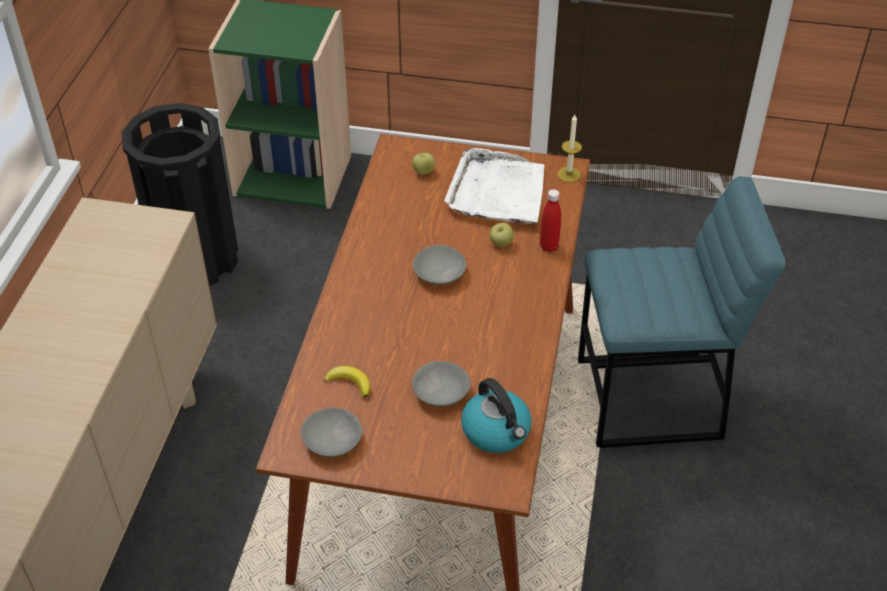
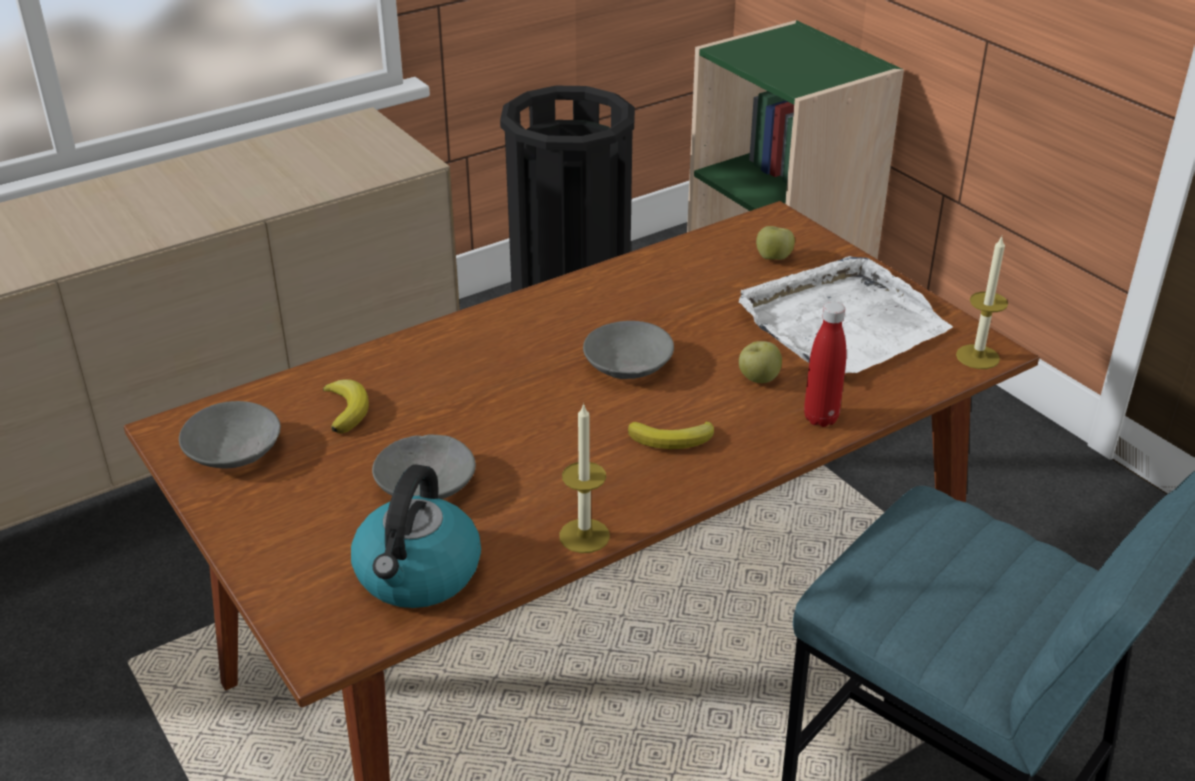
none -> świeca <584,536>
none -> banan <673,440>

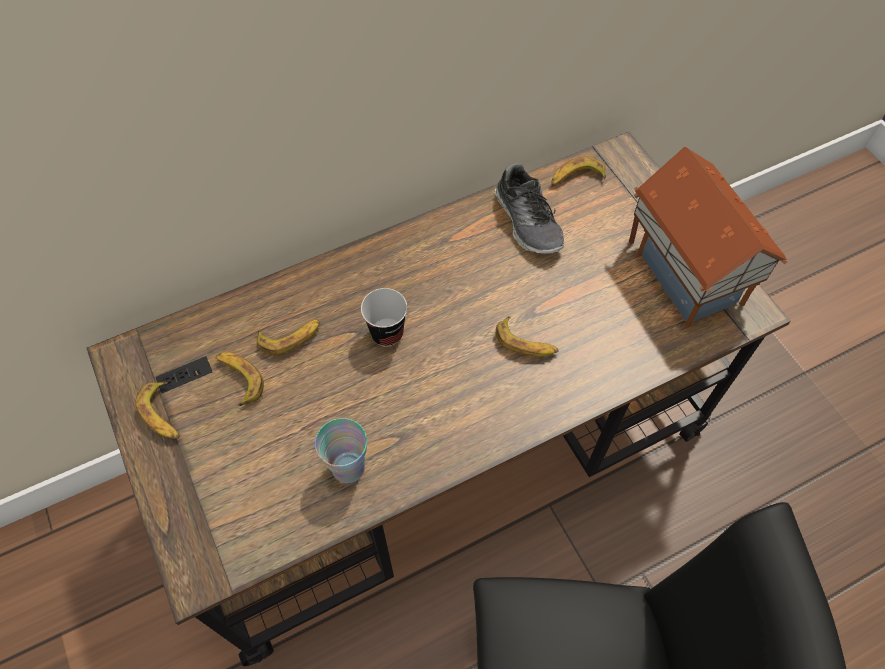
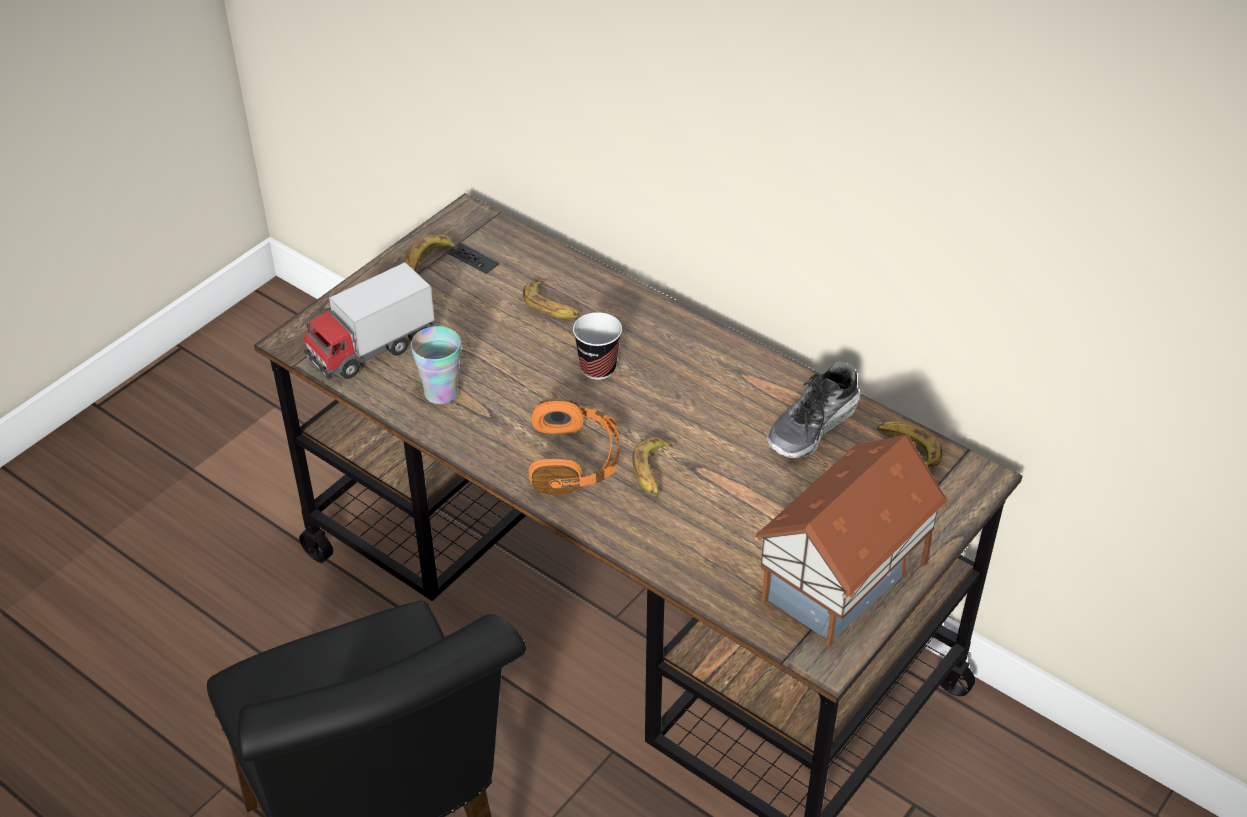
banan <239,379> -> none
none -> ciężarówka zabawkowa <371,349>
none -> słuchawki/pomarańczowy <575,461>

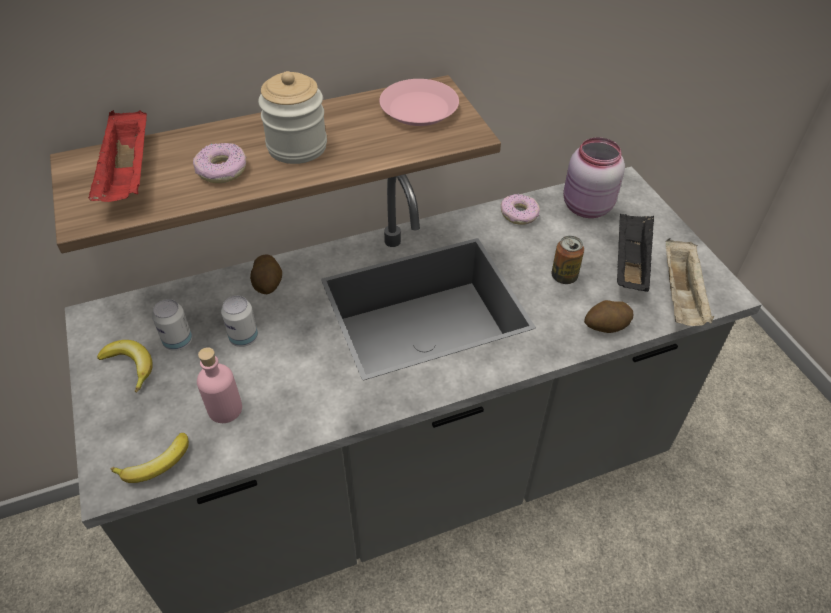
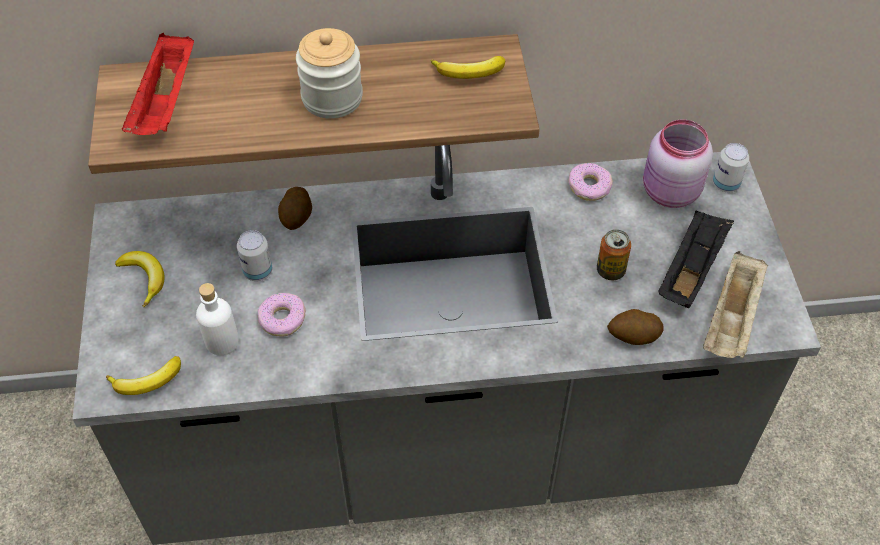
puszka <178,341> -> puszka <725,184>, move
donut <221,170> -> donut <282,319>, move
talerz/różowy <419,109> -> banan <469,73>
butelka/różowy <225,409> -> butelka/biały <222,341>

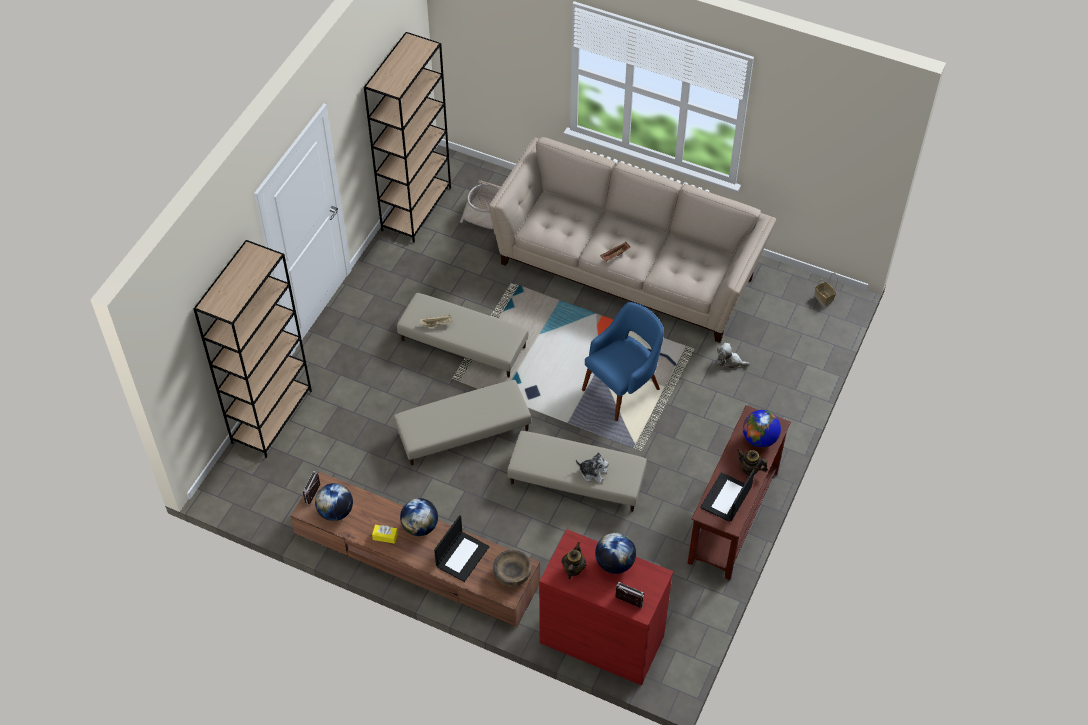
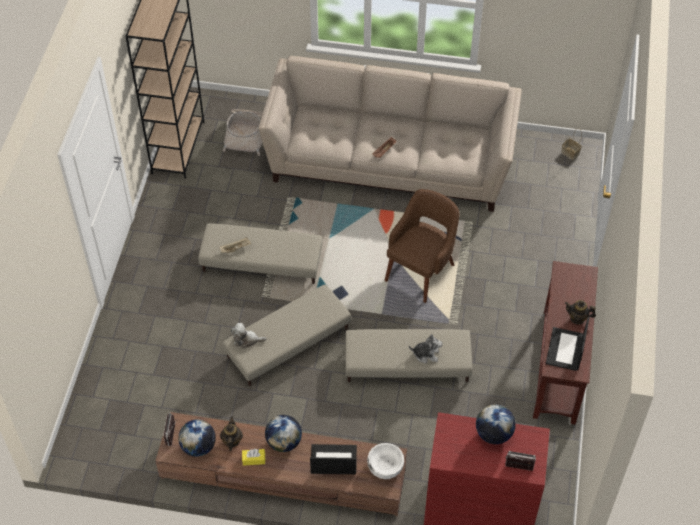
regał/beżowy <271,416> -> none
globus <759,439> -> none
imbryk <573,569> -> imbryk <231,441>, move
pluszak <730,361> -> pluszak <246,340>, move
miska/brązowy <512,574> -> miska/biały <385,466>
fotel/niebieski <622,388> -> fotel/brązowy <421,271>
laptop <462,556> -> laptop <333,460>, 105 degrees counterclockwise

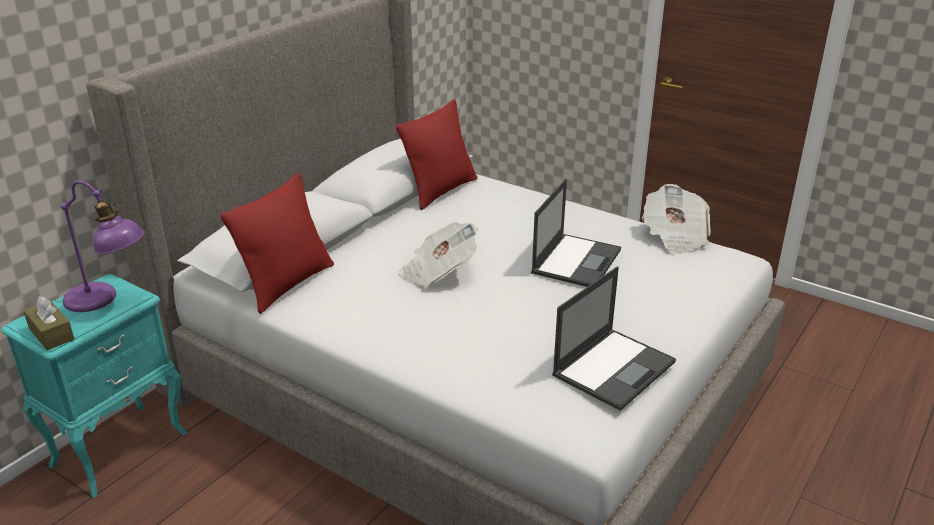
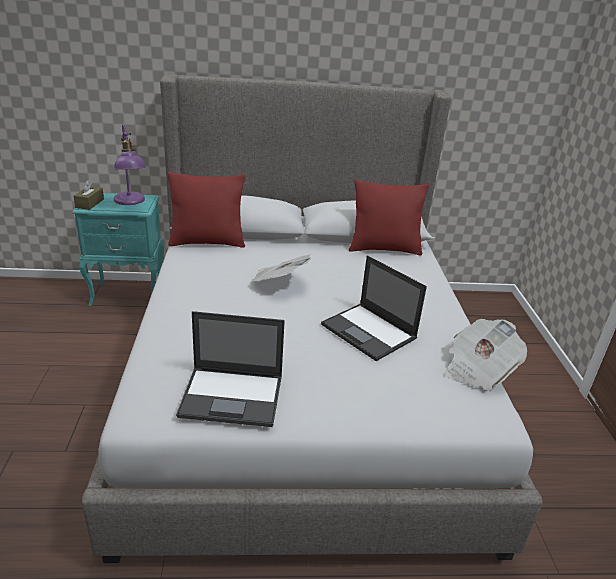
laptop <576,260> -> laptop <369,332>, 60 degrees clockwise

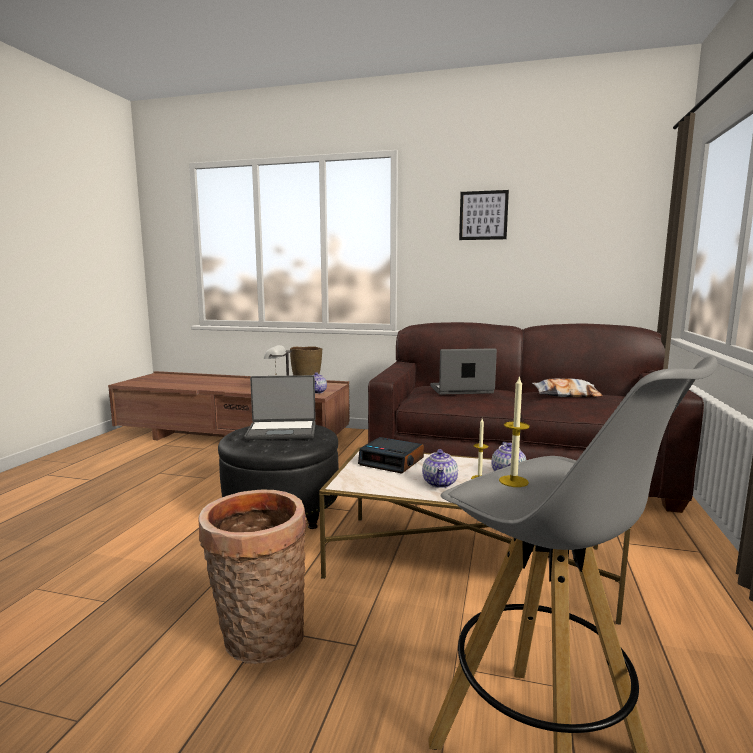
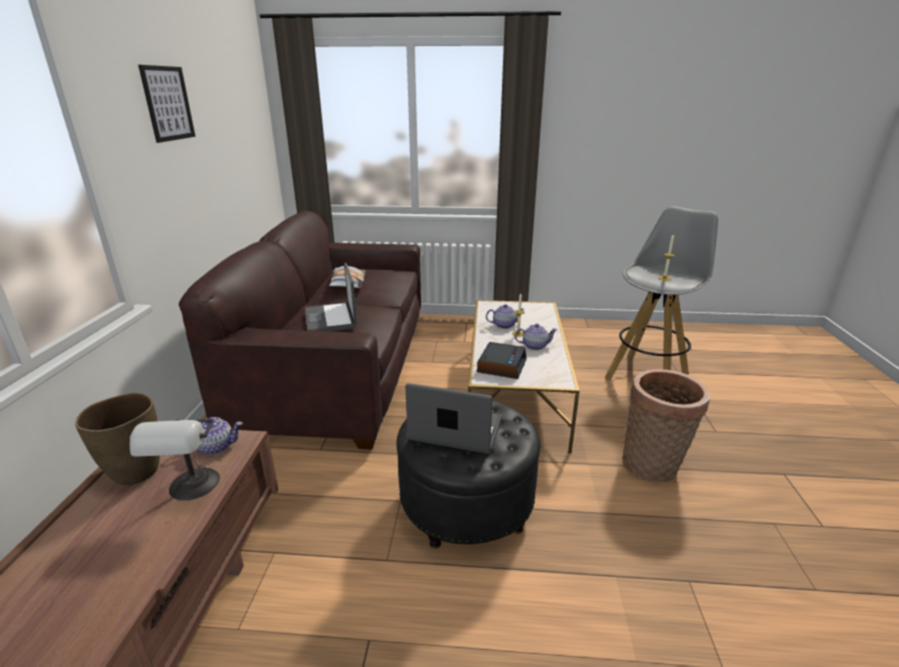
laptop <282,431> -> laptop <455,431>, 60 degrees counterclockwise

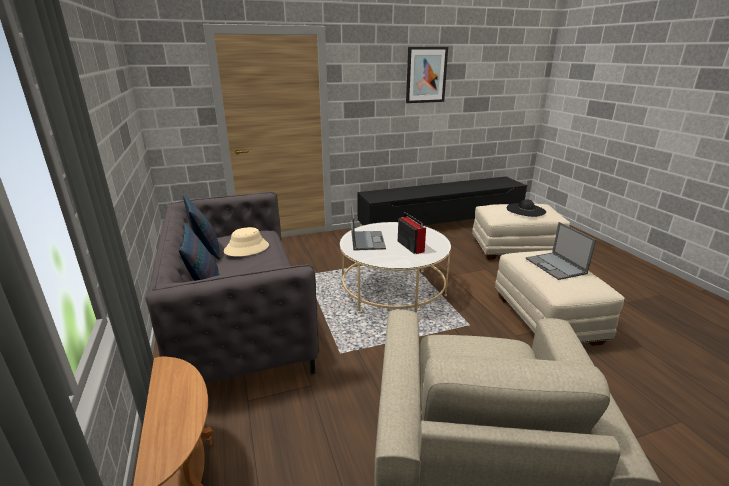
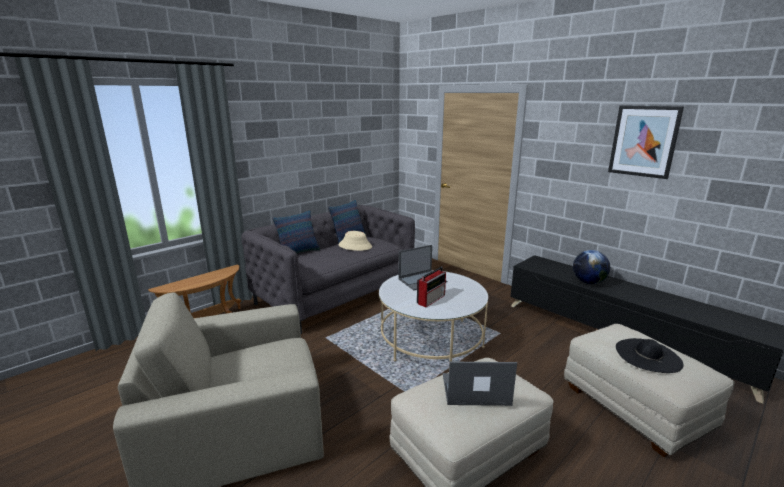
none -> globus <588,282>
laptop <556,266> -> laptop <474,390>, 45 degrees clockwise

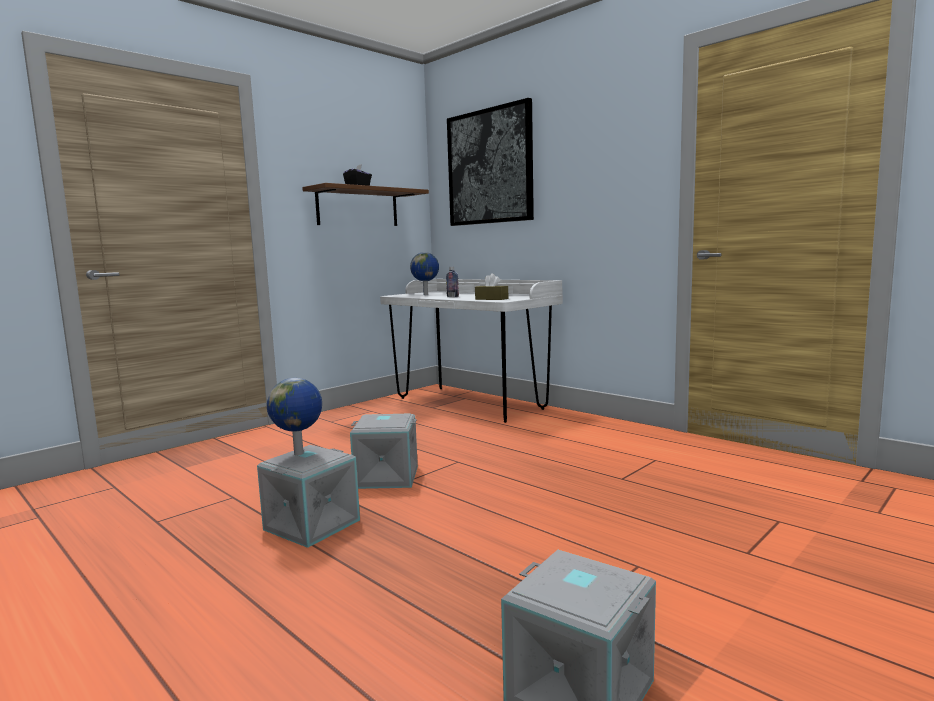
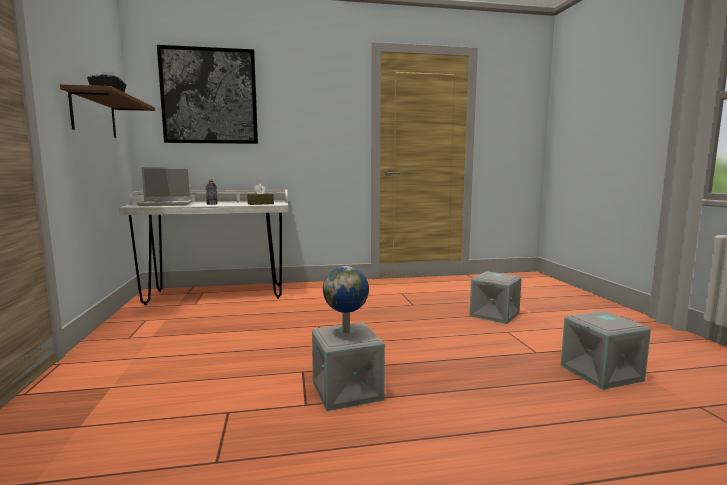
pojemnik do przechowywania/szary <386,477> -> pojemnik do przechowywania/szary <495,315>, move
globus <426,294> -> laptop <167,204>

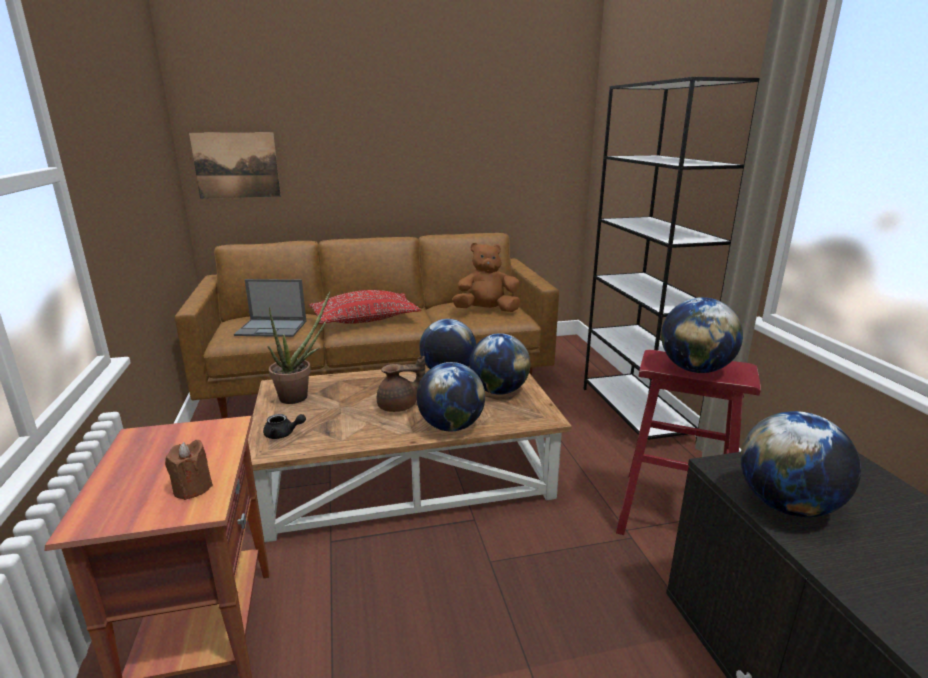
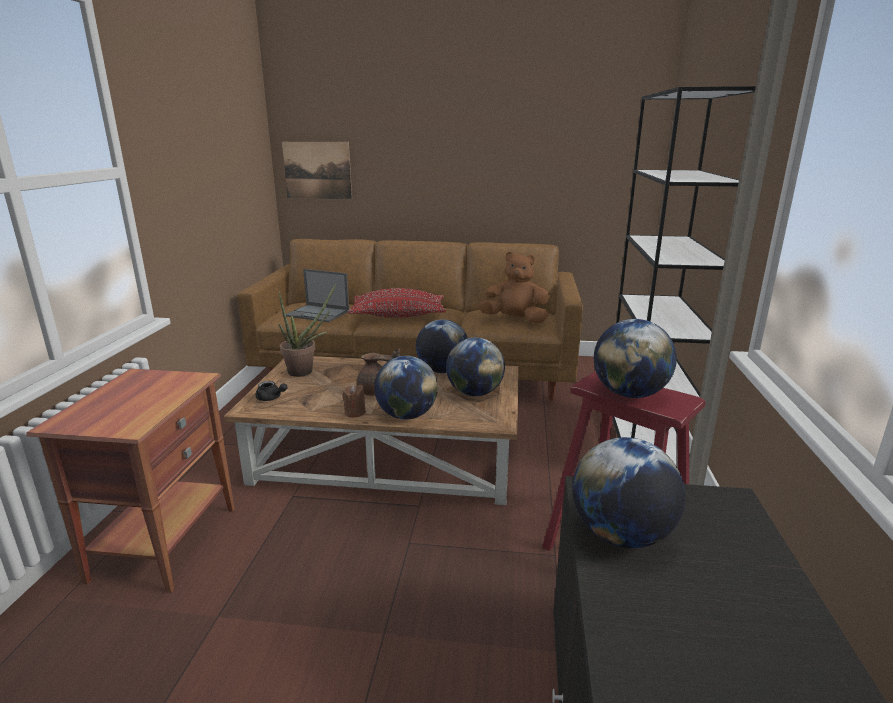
świeca/brązowy <192,488> -> świeca/brązowy <355,413>, move

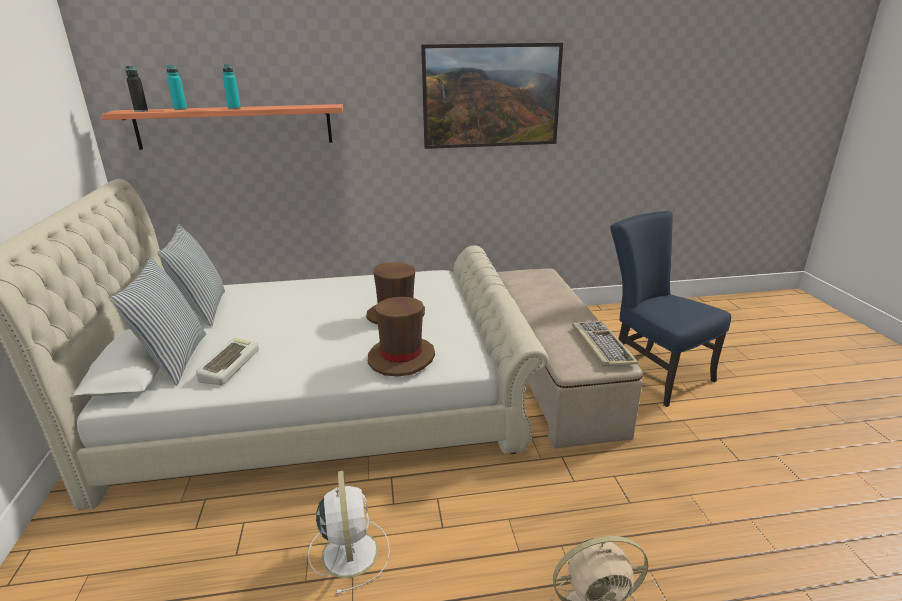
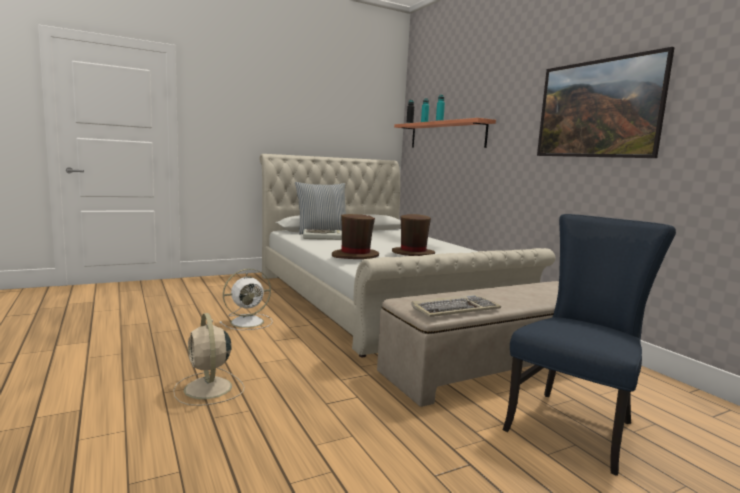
poduszka <202,310> -> none

